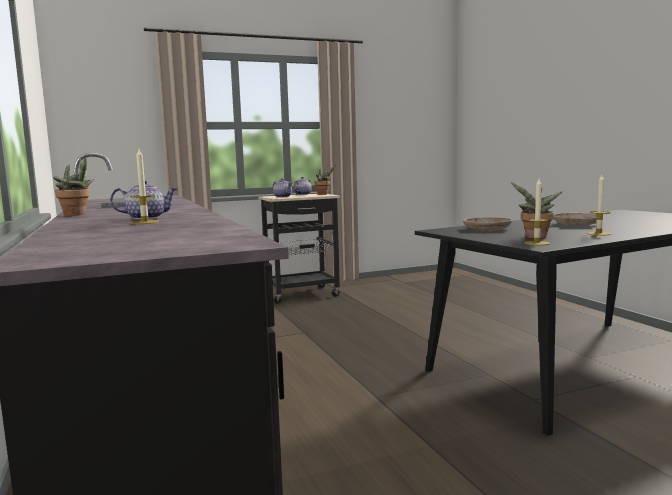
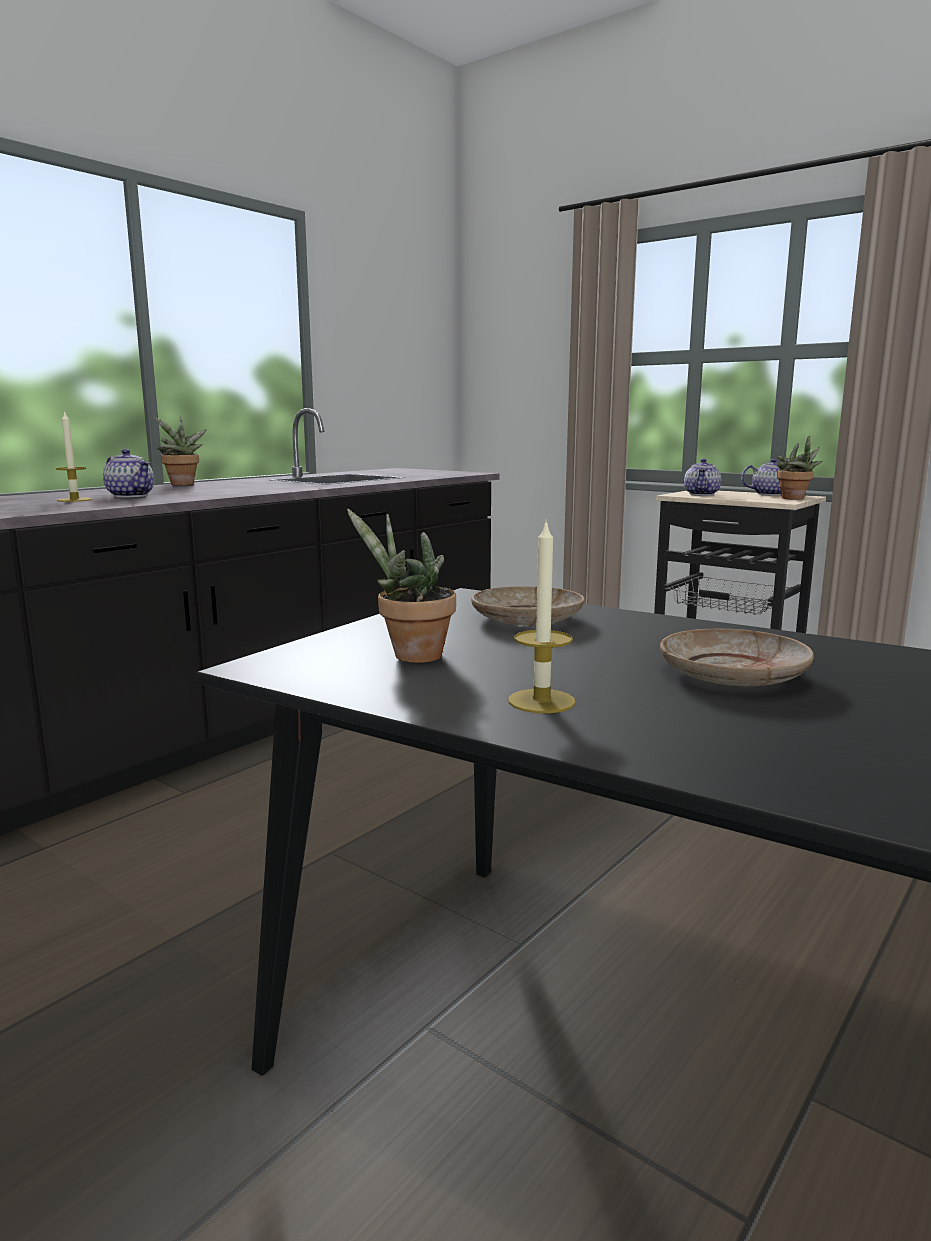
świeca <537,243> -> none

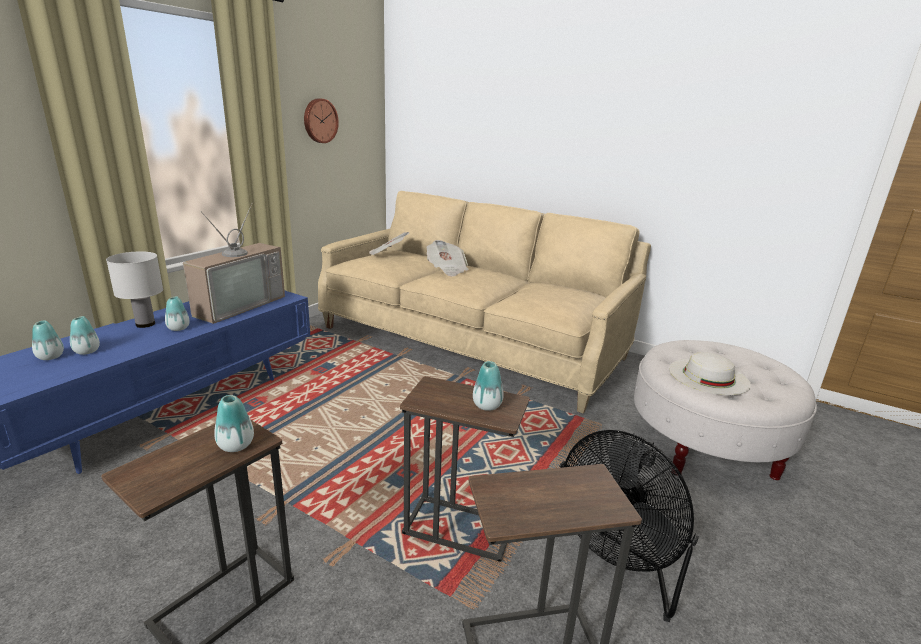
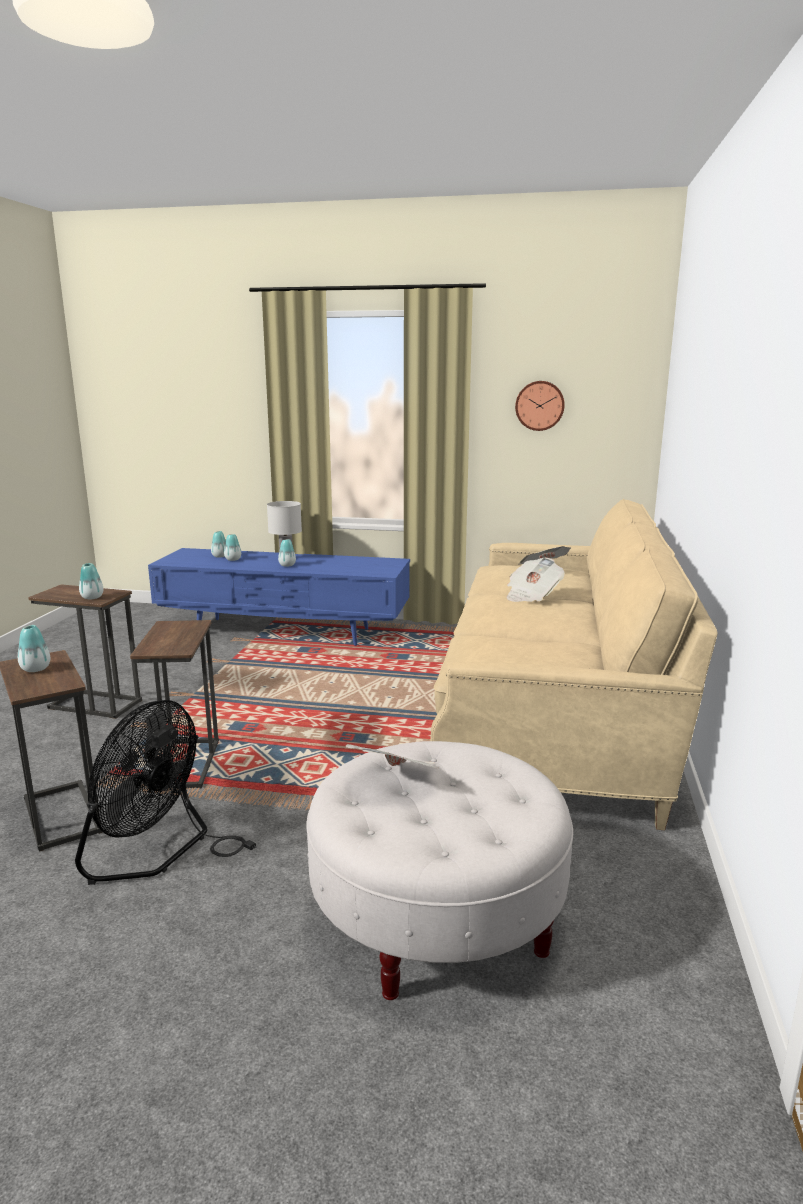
telewizor <237,305> -> none
wazon <487,405> -> wazon <35,669>, move
kapelusz/biały <708,376> -> gazeta <396,779>

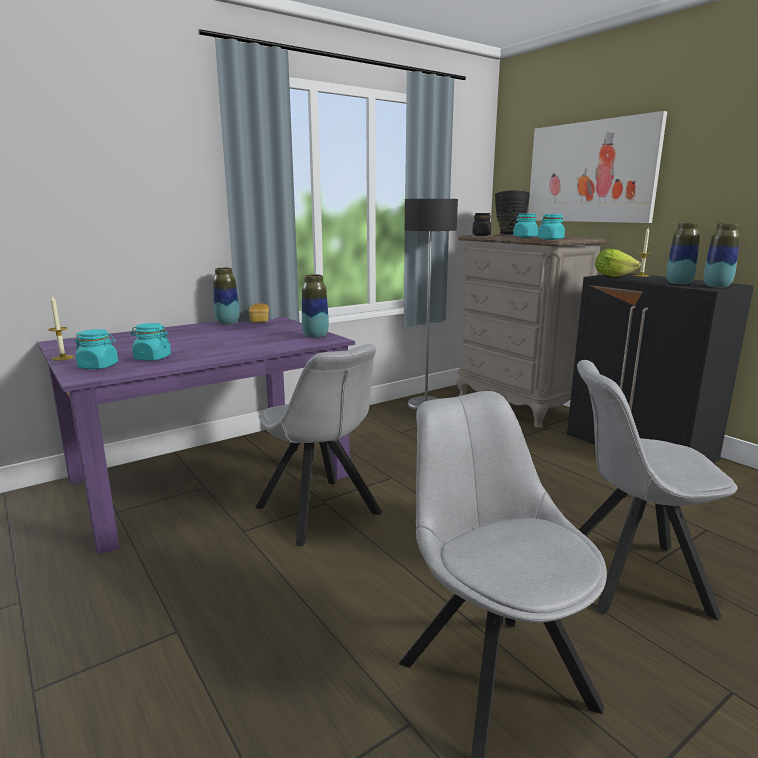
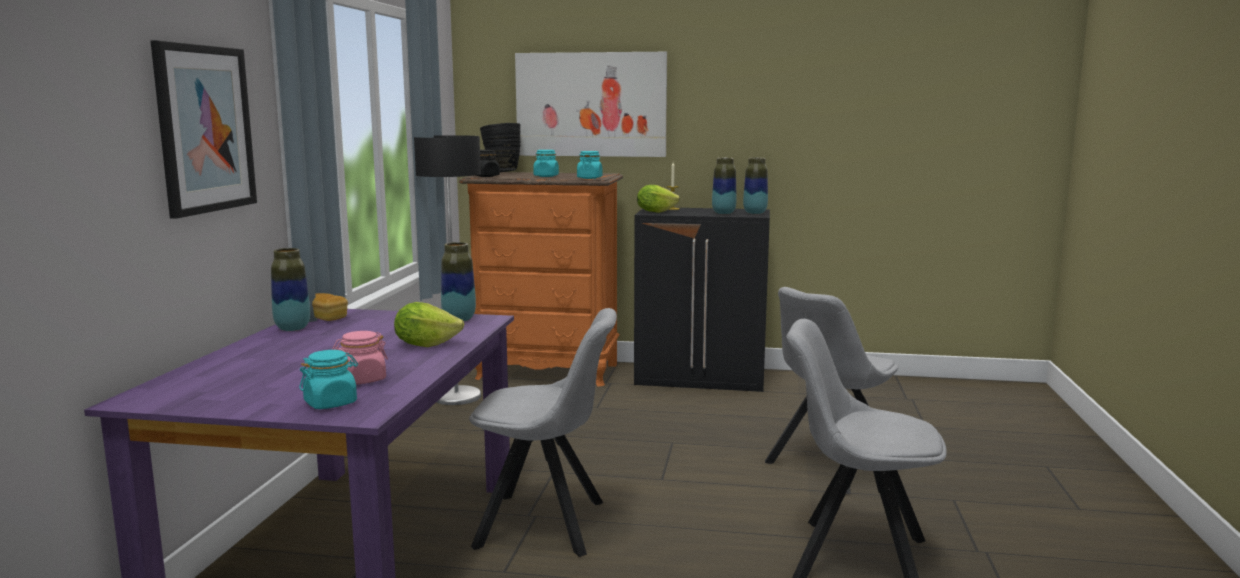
świeca <63,358> -> none
none -> obraz <205,129>
none -> sałata <426,344>
słoik/turkusowy <152,358> -> słoik/różowy <362,380>
komoda/beżowy <514,405> -> komoda/pomarańczowy <546,372>

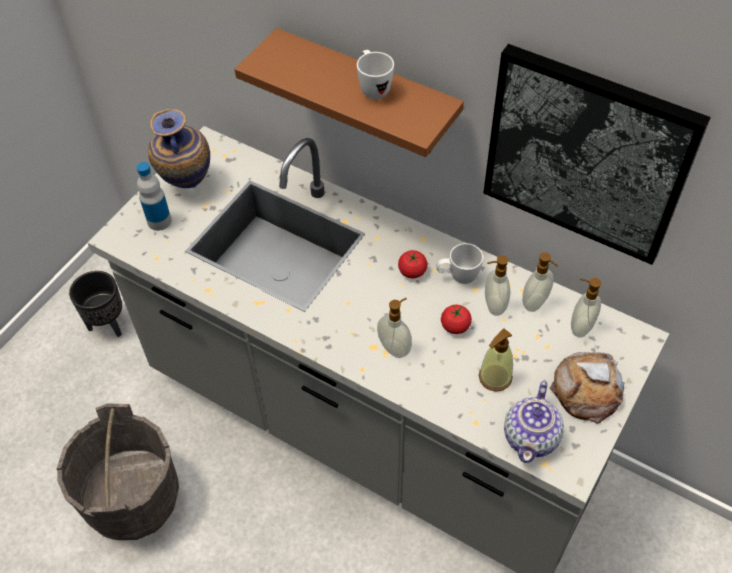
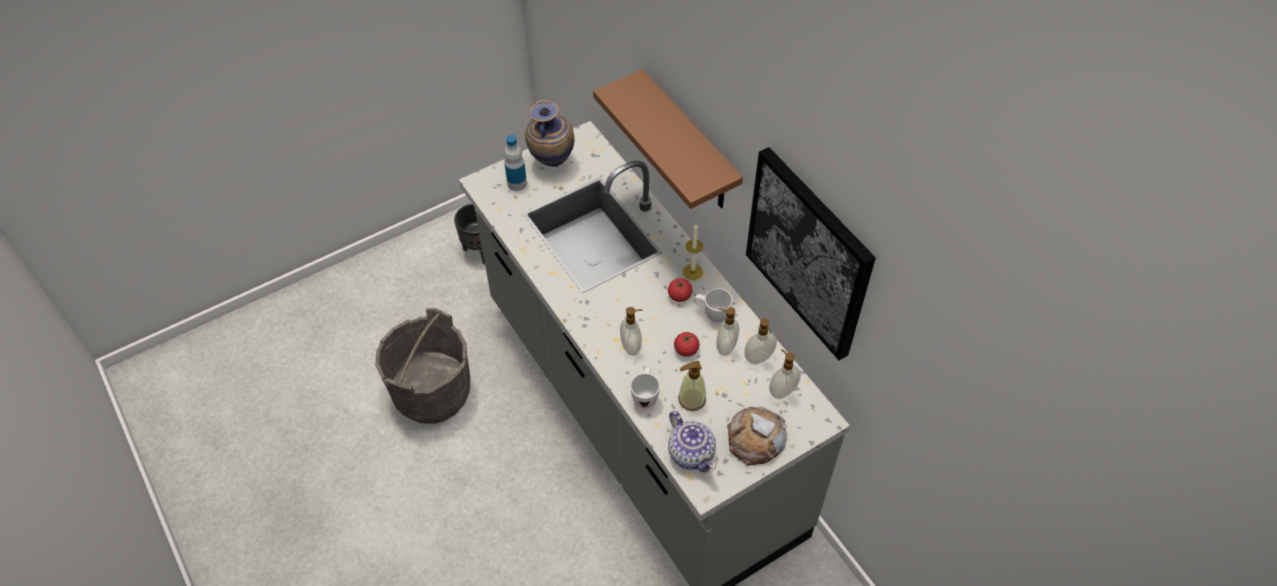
none -> świeca <692,272>
kubek/biały <373,88> -> kubek/biały <645,396>, move
imbryk <531,437> -> imbryk <691,453>, 75 degrees counterclockwise

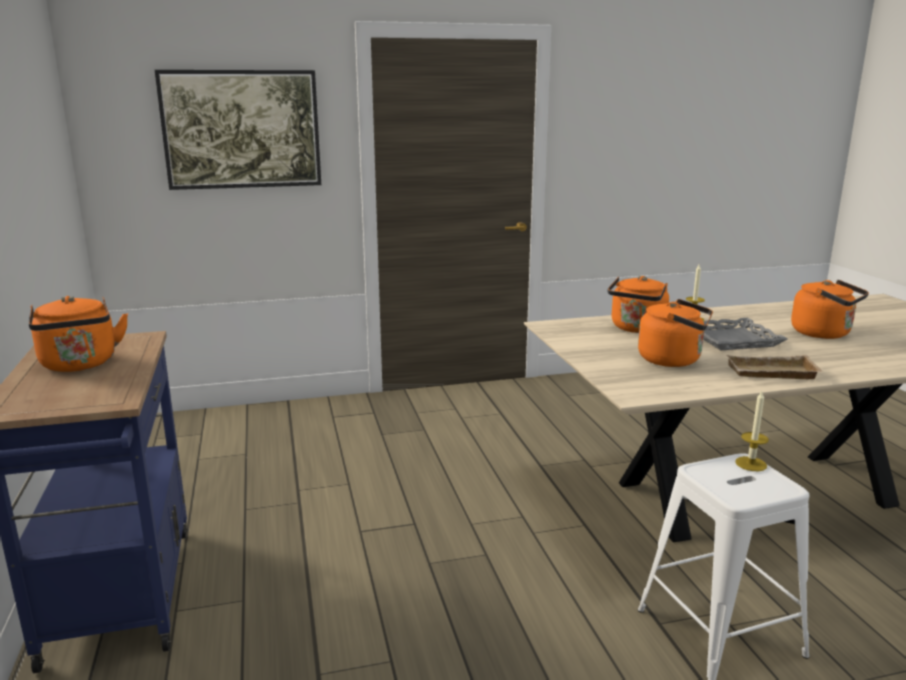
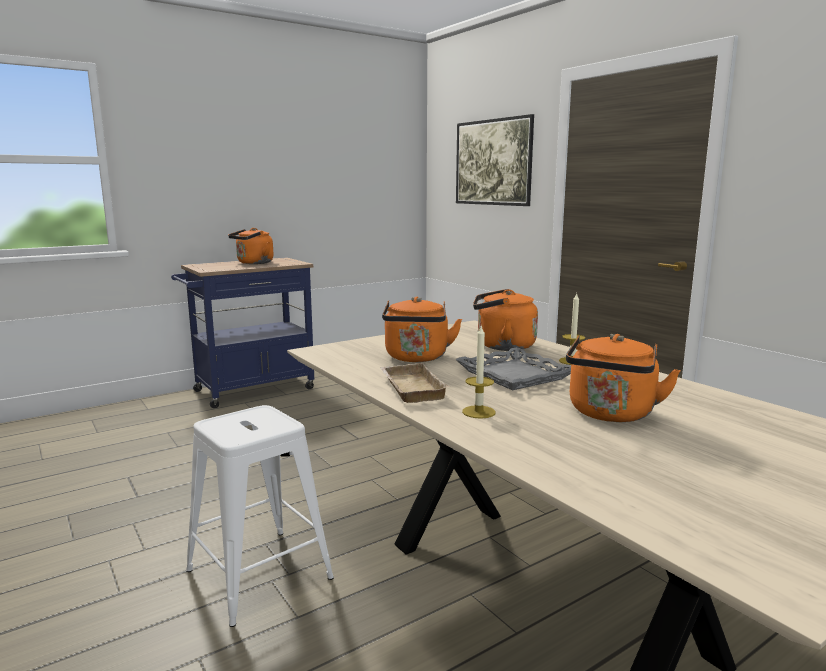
świeca <751,464> -> świeca <478,412>, move

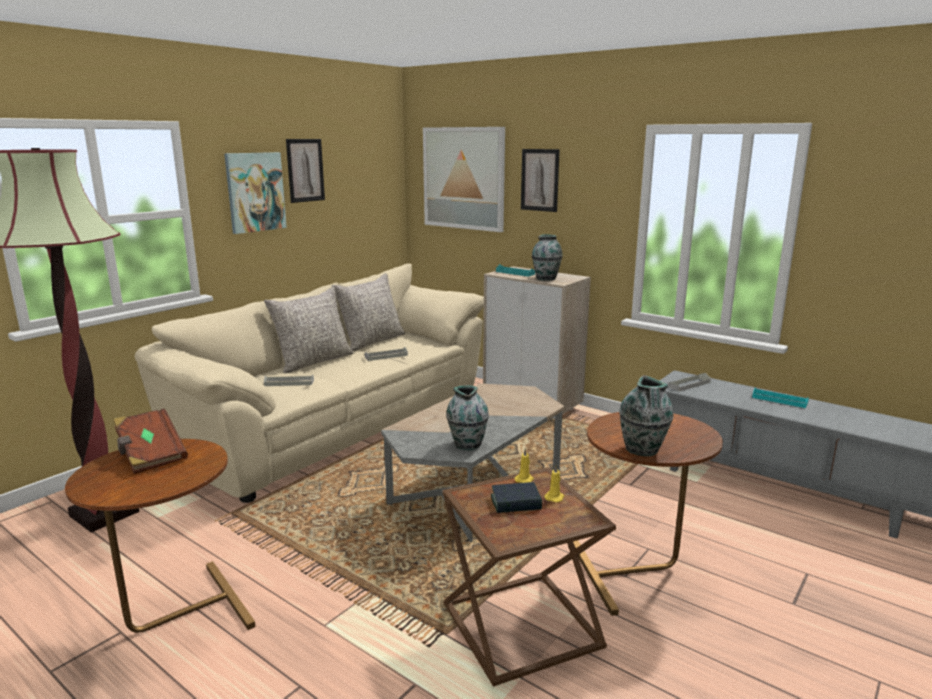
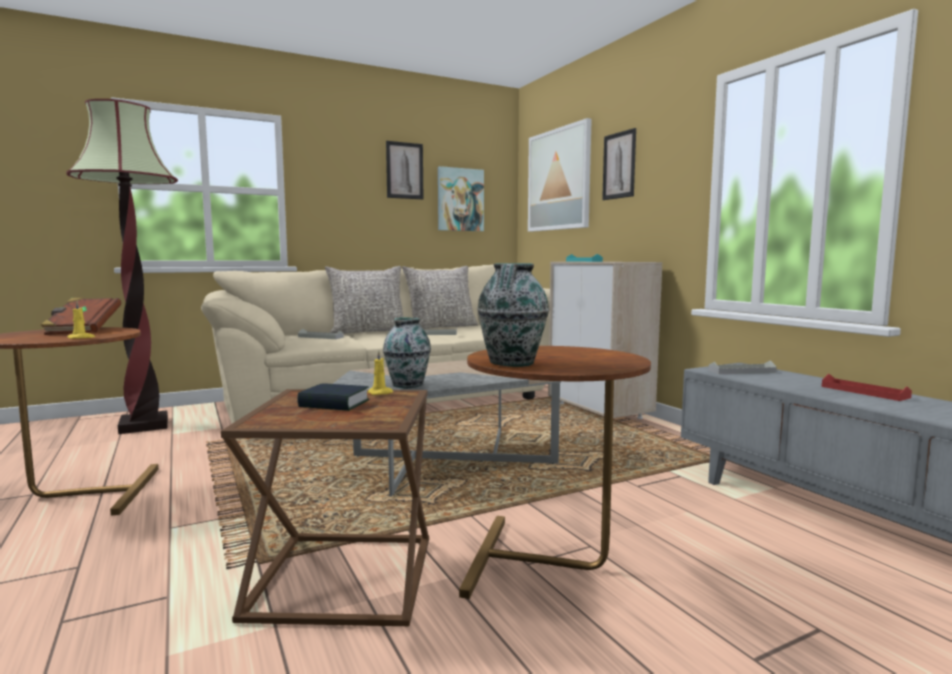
wazon <546,278> -> none
obraz <255,192> -> obraz <460,199>, move
świeca/żółty <554,497> -> świeca/żółty <81,338>, move
taca/turkusowy <779,400> -> taca/czerwony <864,392>

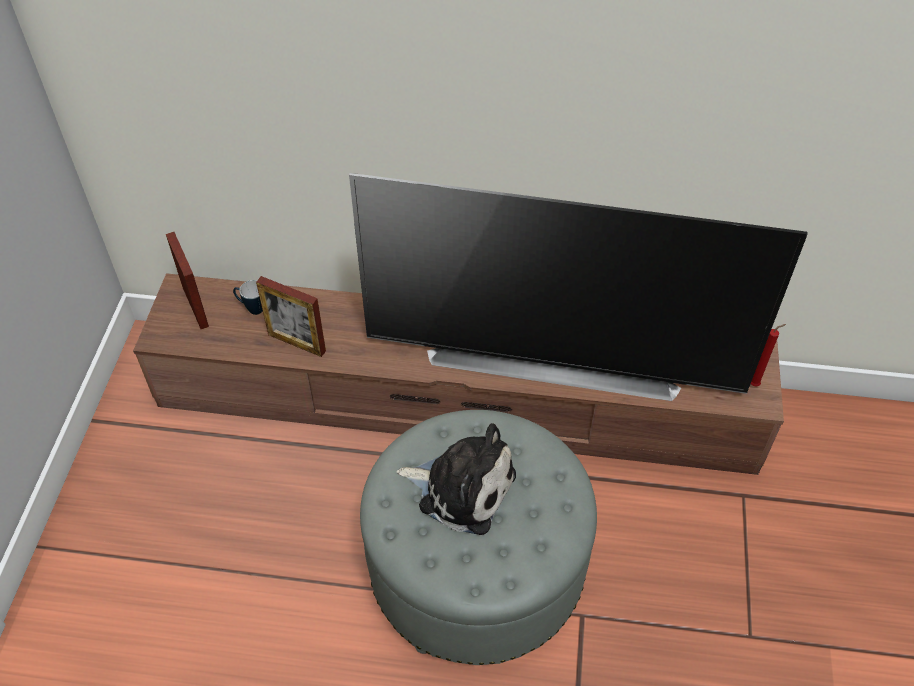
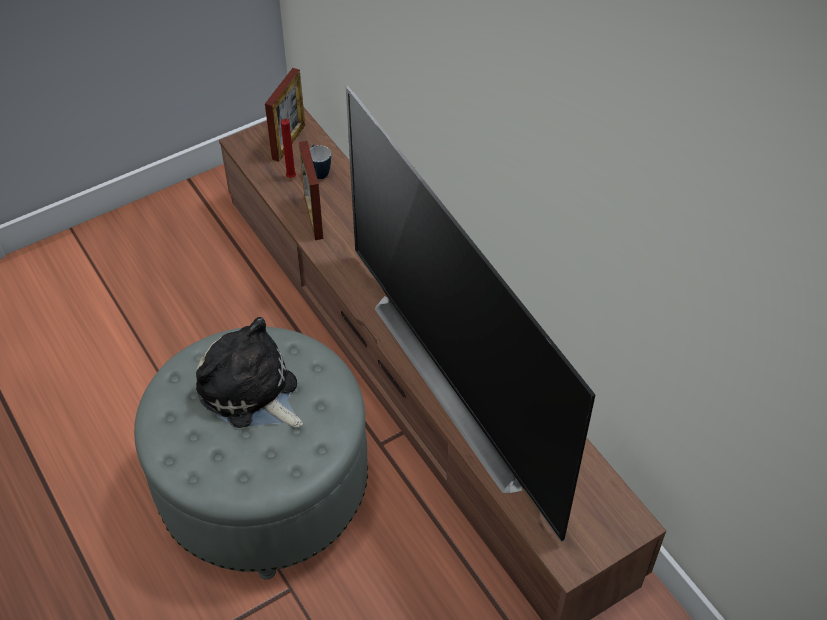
świeca/czerwony <755,384> -> świeca/czerwony <292,178>, move
pluszak <461,488> -> pluszak <251,392>, 150 degrees clockwise

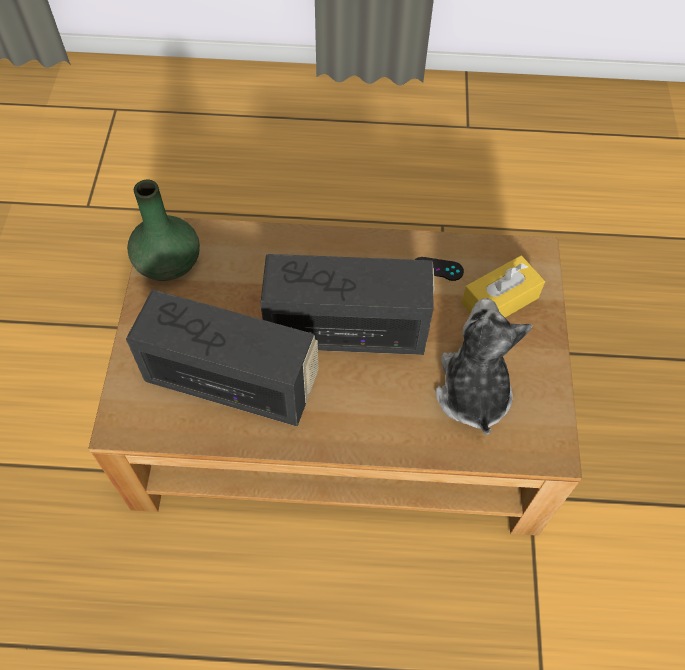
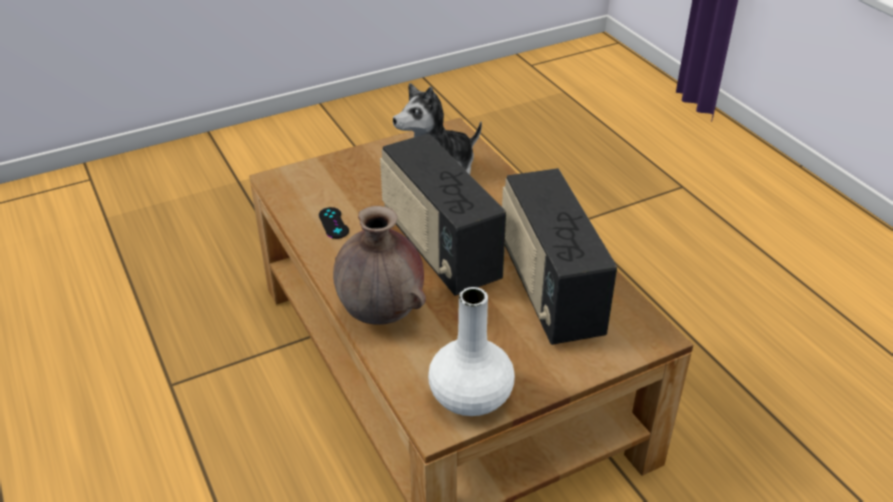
pudełko chusteczek/żółty <500,300> -> none
none -> wazon/brązowy <381,315>
wazon/zielony <168,264> -> wazon/biały <472,397>

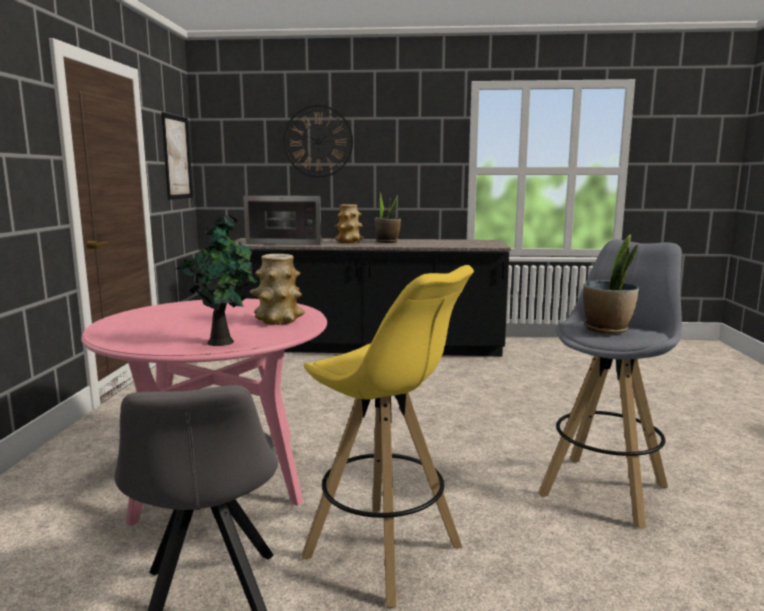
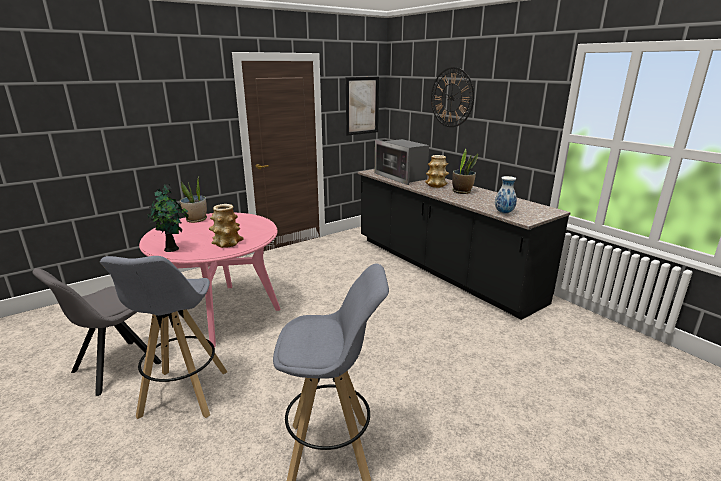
none -> wazon <504,212>
roślina doniczkowa <607,329> -> roślina doniczkowa <196,220>, move
stołek/żółty <385,553> -> stołek/szary <182,395>

